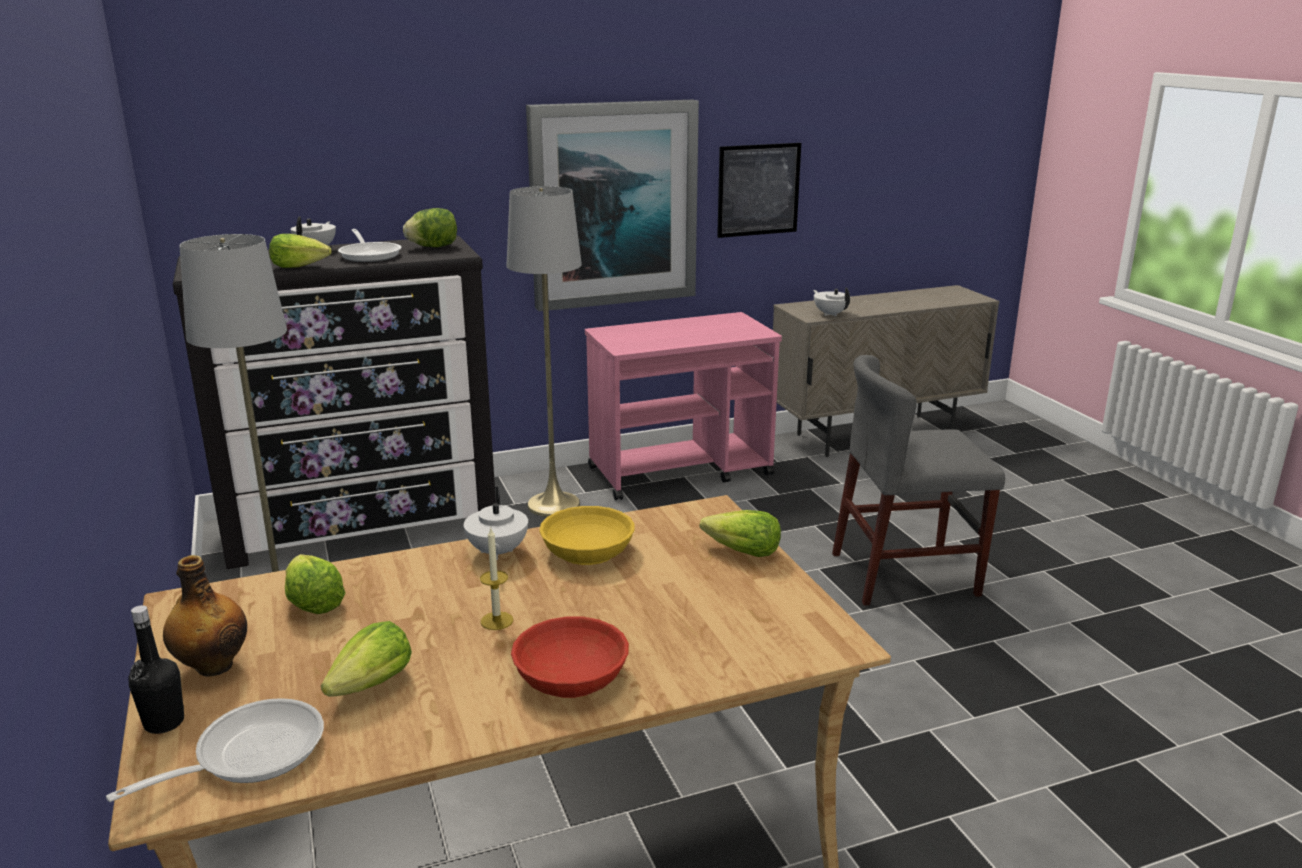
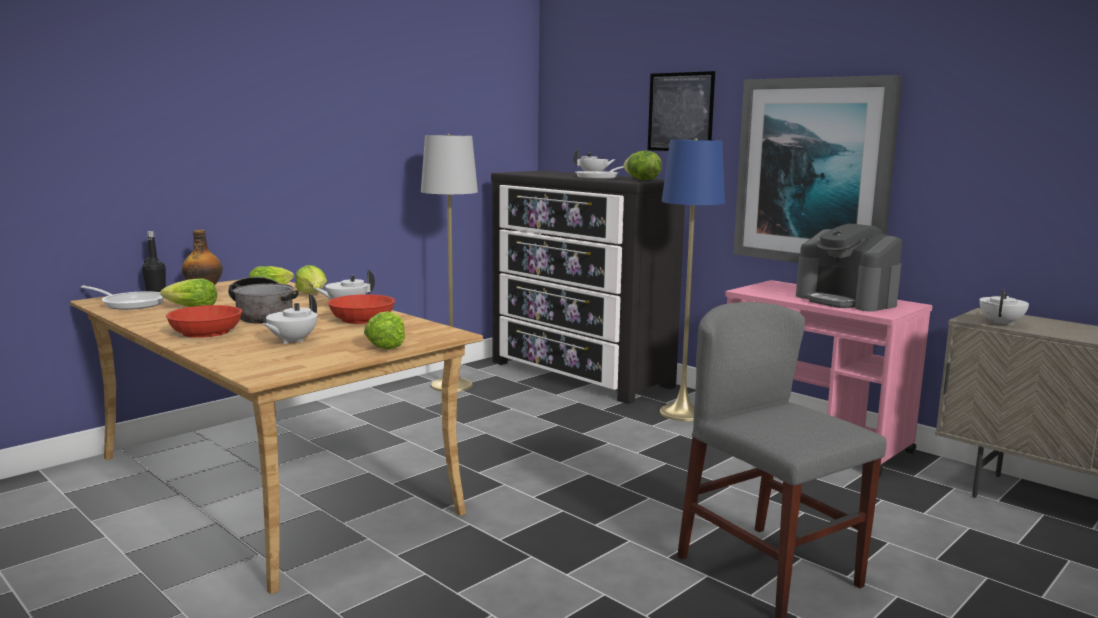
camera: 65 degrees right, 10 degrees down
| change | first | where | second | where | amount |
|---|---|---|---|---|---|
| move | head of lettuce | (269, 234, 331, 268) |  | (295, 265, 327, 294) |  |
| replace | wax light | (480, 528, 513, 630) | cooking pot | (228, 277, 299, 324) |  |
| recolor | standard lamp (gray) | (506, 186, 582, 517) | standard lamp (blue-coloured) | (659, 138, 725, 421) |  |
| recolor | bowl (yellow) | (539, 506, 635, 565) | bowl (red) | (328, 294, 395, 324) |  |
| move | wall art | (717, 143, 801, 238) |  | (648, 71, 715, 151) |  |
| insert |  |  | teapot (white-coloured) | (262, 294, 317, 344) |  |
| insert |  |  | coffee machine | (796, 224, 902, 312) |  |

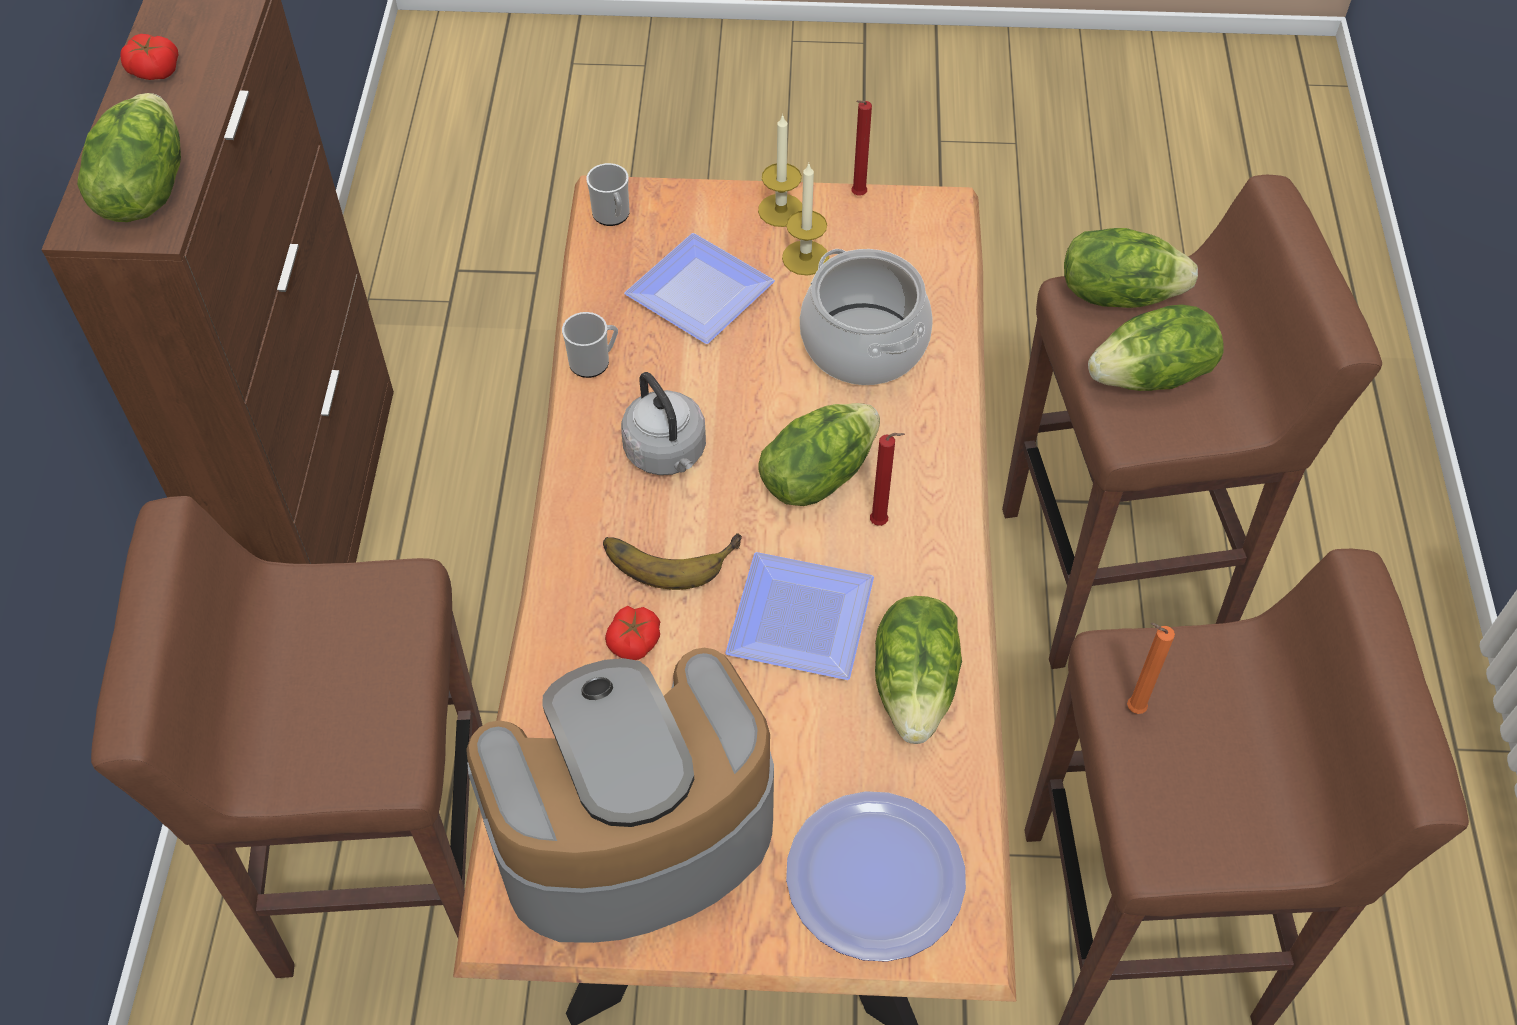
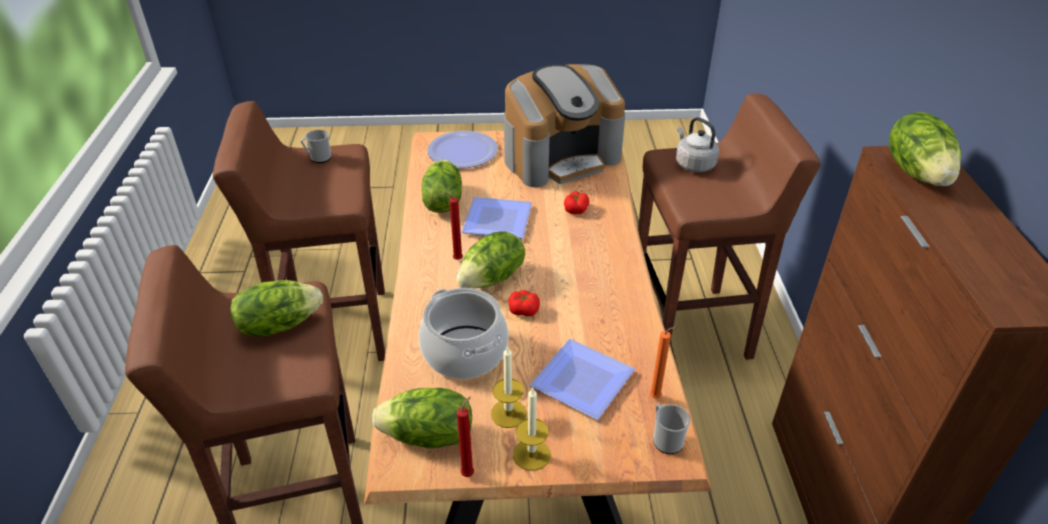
camera: 175 degrees right, 15 degrees down
| change | first | where | second | where | amount |
|---|---|---|---|---|---|
| move | fresh tomato | (120, 34, 179, 80) |  | (508, 290, 540, 316) |  |
| move | tea mug | (562, 312, 618, 378) |  | (301, 130, 331, 163) |  |
| delete | banana | (603, 533, 742, 590) |  |  |  |
| move | kettle (gray) | (621, 372, 706, 475) |  | (676, 117, 719, 172) |  |
| move | head of lettuce | (1064, 228, 1198, 308) |  | (372, 388, 472, 449) |  |
| move | wax light (orange) | (1127, 623, 1175, 714) |  | (649, 326, 678, 399) |  |

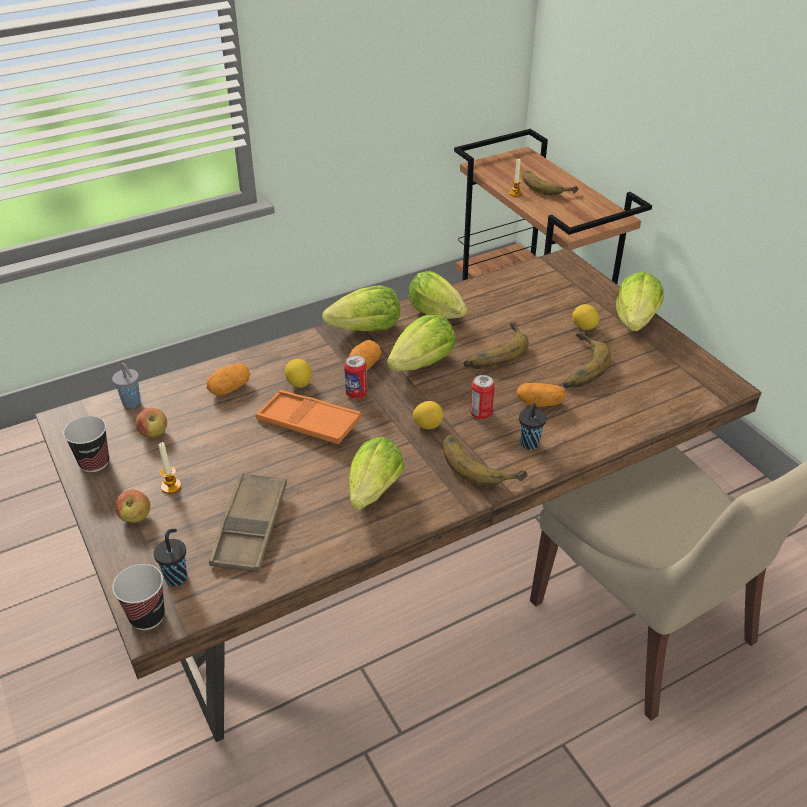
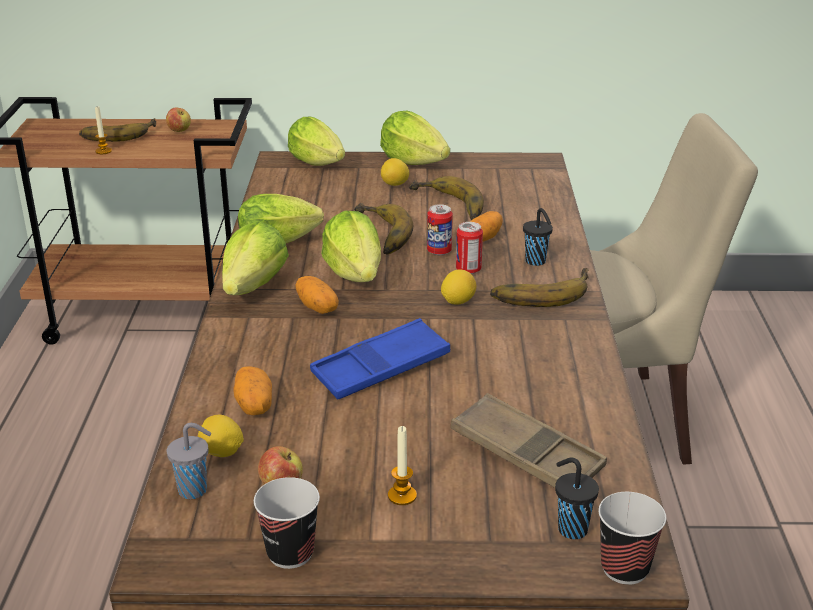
camera: 60 degrees left, 10 degrees down
| change | first | where | second | where | amount |
|---|---|---|---|---|---|
| move | whole apple | (115, 490, 150, 523) |  | (166, 108, 191, 132) |  |
| recolor | carrying tray (orange) | (256, 390, 361, 444) | carrying tray (blue-coloured) | (310, 318, 450, 400) |  |
| move | lemon | (285, 359, 312, 388) |  | (198, 415, 244, 457) |  |
| move | sealed can | (344, 355, 367, 399) |  | (427, 204, 453, 255) |  |
| move | head of lettuce | (349, 437, 405, 510) |  | (288, 117, 345, 166) |  |

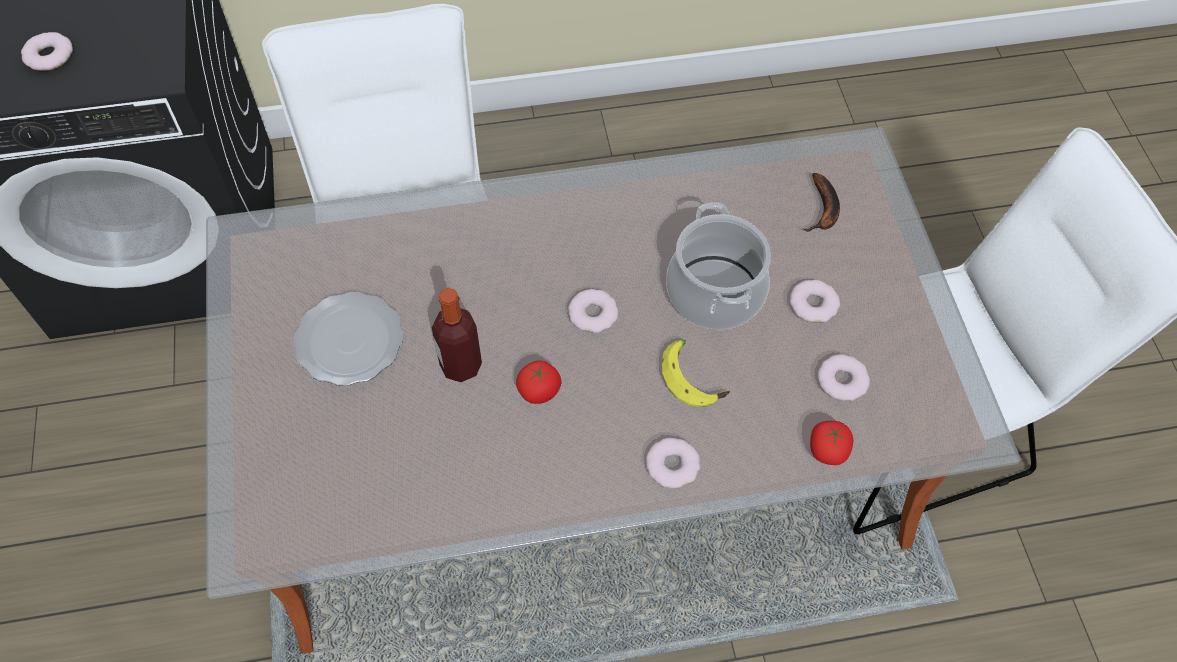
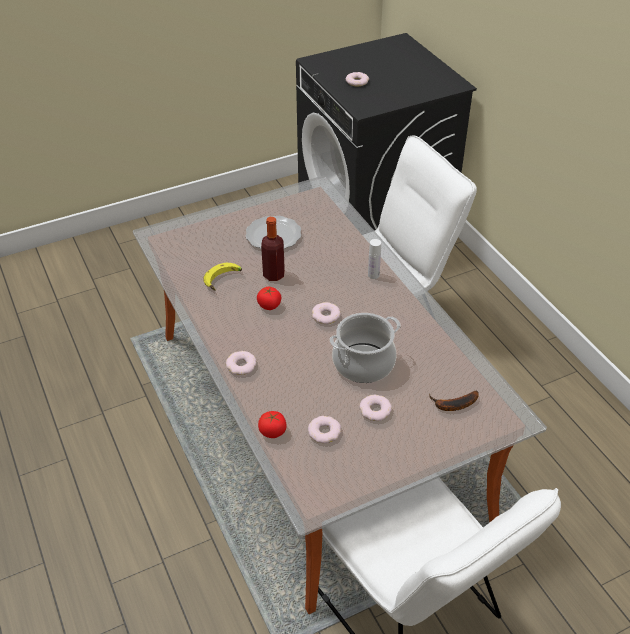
camera: 75 degrees right, 15 degrees down
| change | first | where | second | where | amount |
|---|---|---|---|---|---|
| move | banana | (662, 340, 730, 407) |  | (204, 263, 242, 291) |  |
| insert |  |  | bottle (white-coloured) | (368, 239, 381, 279) |  |

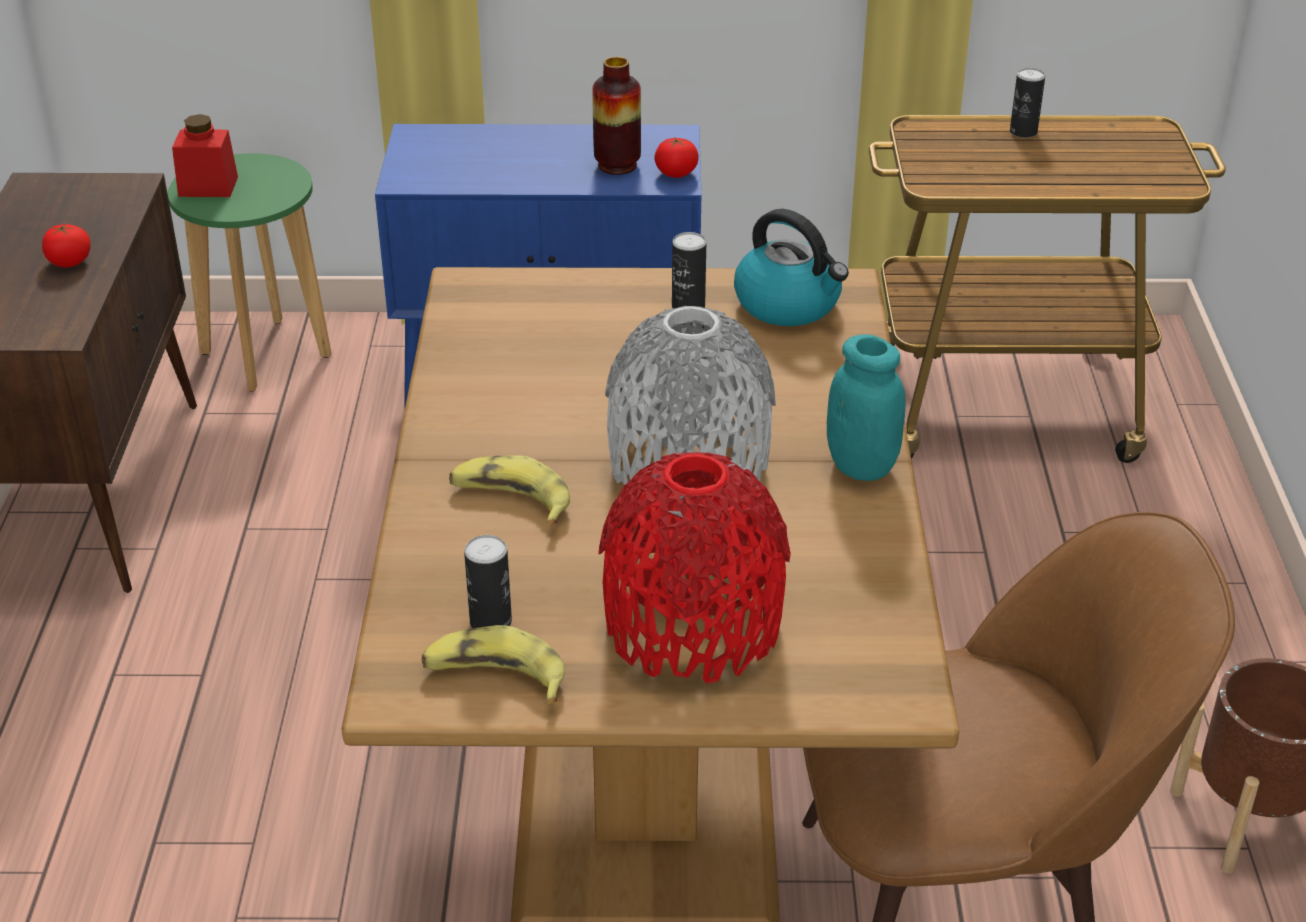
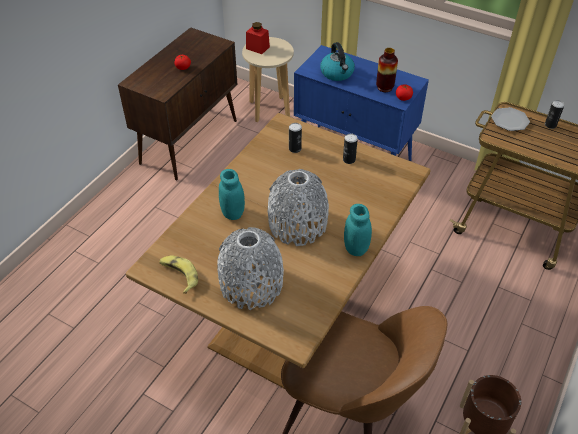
camera: 30 degrees right, 10 degrees up
| change | first | where | second | where | amount |
|---|---|---|---|---|---|
| recolor | stool seat (greenish) | (168, 153, 332, 391) | stool seat (beige) | (242, 37, 294, 122) |  |
| replace | banana | (449, 455, 570, 525) | jar (blue-green) | (219, 169, 245, 220) |  |
| move | sealed can | (464, 535, 512, 628) |  | (289, 123, 302, 153) |  |
| recolor | decorative vase (red) | (598, 452, 791, 684) | decorative vase (gray) | (217, 227, 284, 310) |  |
| move | kettle | (734, 209, 849, 326) |  | (320, 42, 355, 81) |  |
| insert |  |  | plate | (491, 107, 530, 131) |  |

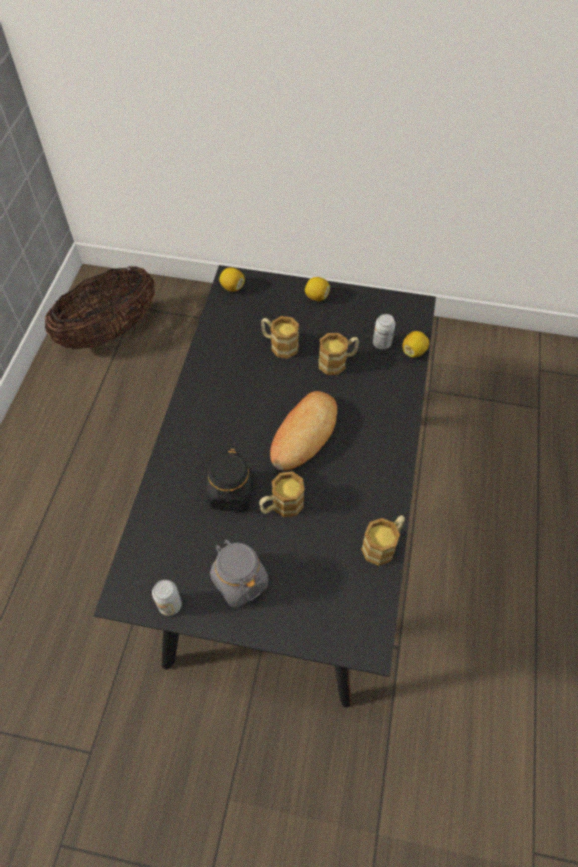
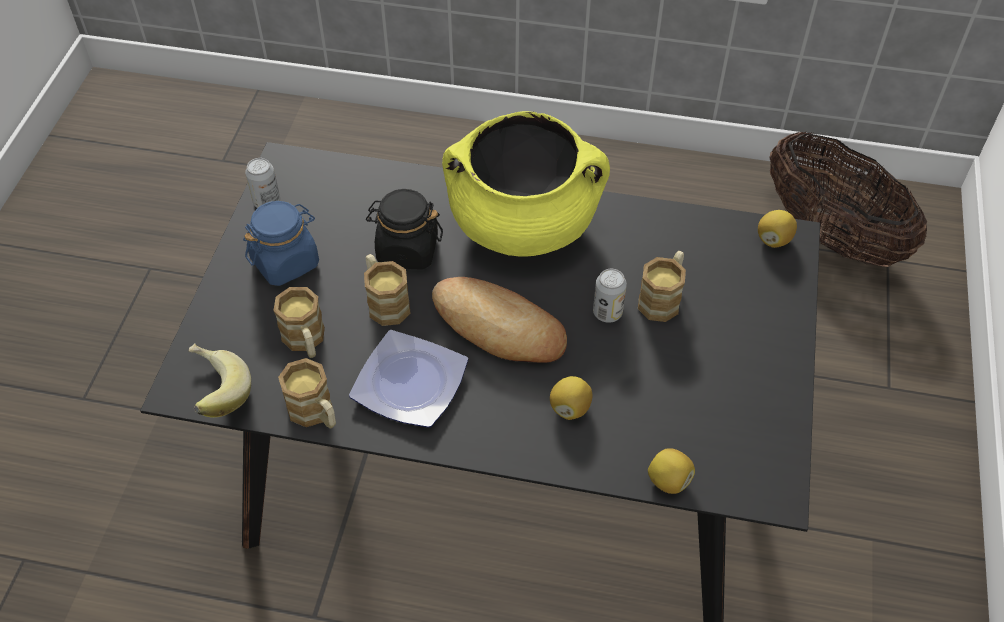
camera: 90 degrees right, 5 degrees down
| change | first | where | second | where | amount |
|---|---|---|---|---|---|
| recolor | jar (gray) | (210, 540, 268, 608) | jar (blue-coloured) | (243, 201, 319, 286) |  |
| move | lemon | (305, 277, 330, 301) |  | (550, 376, 593, 420) |  |
| move | tea mug | (319, 333, 359, 375) |  | (274, 287, 325, 358) |  |
| move | sealed can | (373, 314, 395, 349) |  | (593, 269, 627, 323) |  |
| insert |  |  | banana | (189, 343, 251, 418) |  |
| insert |  |  | plate | (349, 330, 468, 428) |  |
| insert |  |  | cooking pot (yellow) | (442, 111, 610, 257) |  |

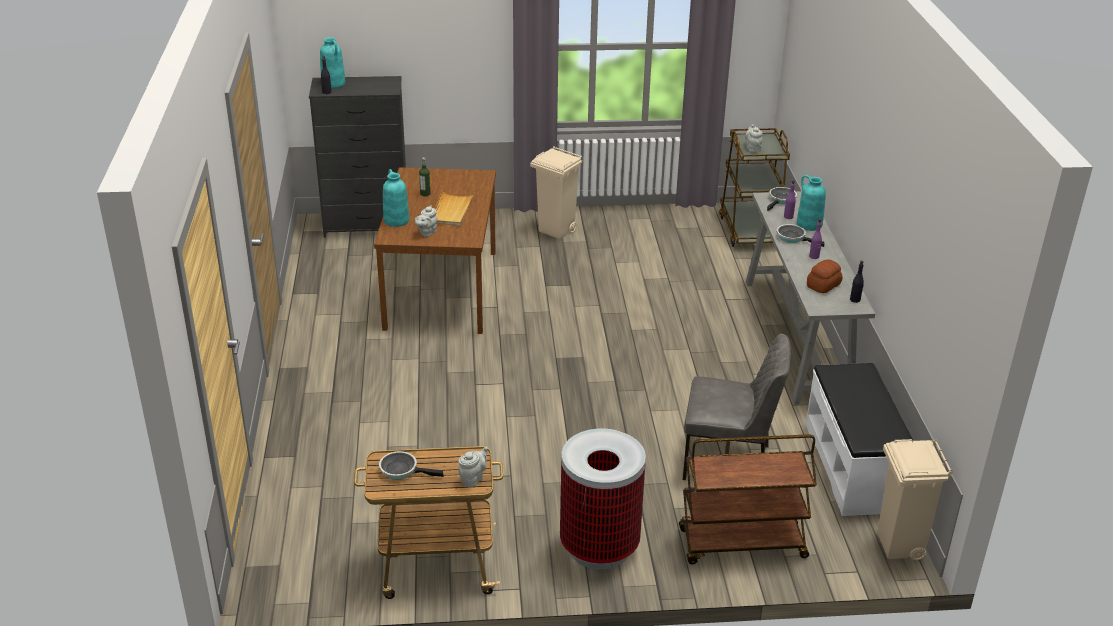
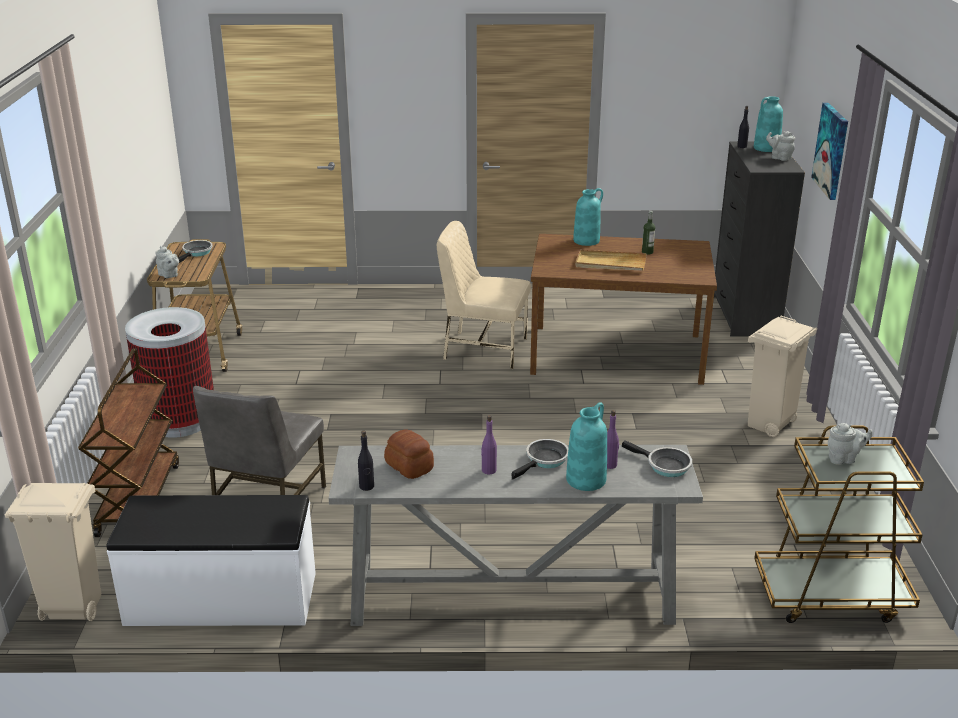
camera: 95 degrees right, 5 degrees down
| change | first | where | second | where | amount |
|---|---|---|---|---|---|
| move | teapot (gray) | (415, 205, 437, 237) |  | (766, 131, 795, 161) |  |
| insert |  |  | chair (beige) | (437, 221, 531, 369) |  |
| insert |  |  | wall art | (811, 103, 848, 200) |  |

